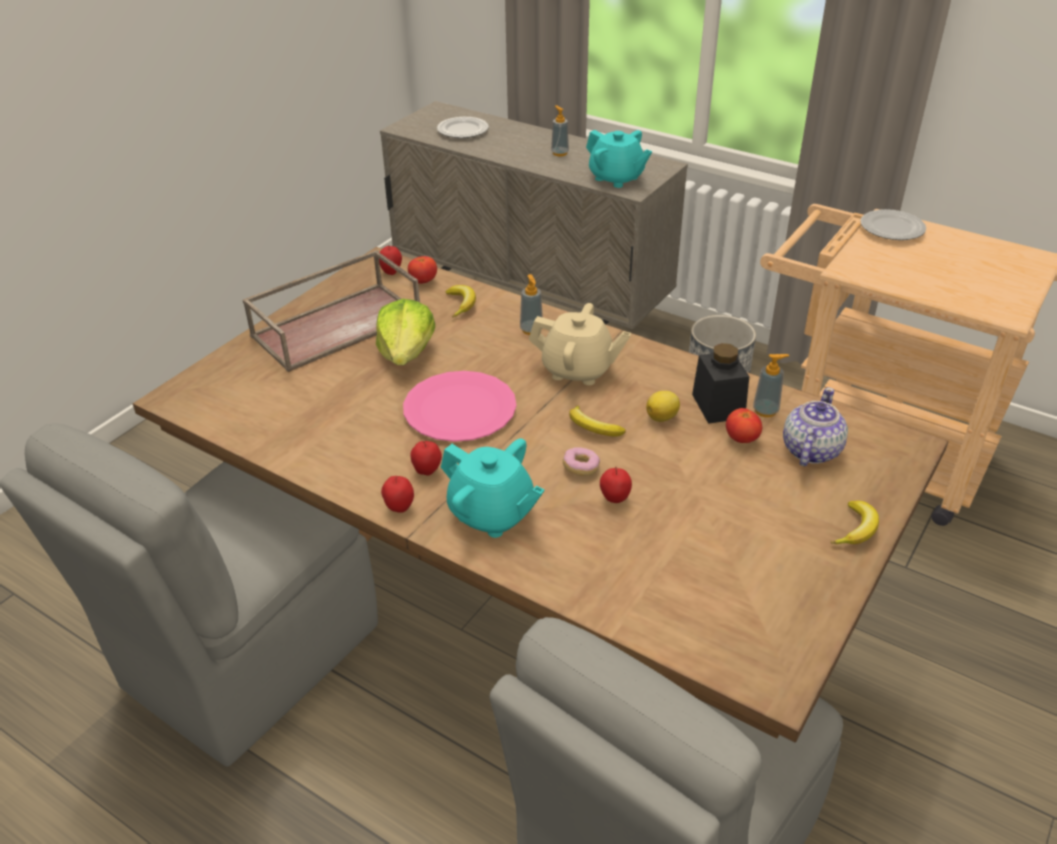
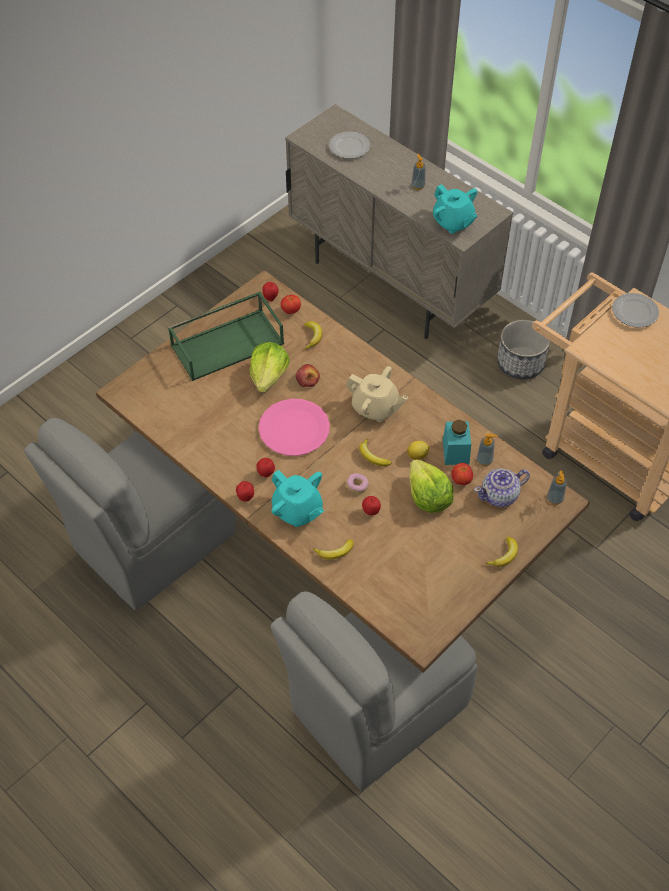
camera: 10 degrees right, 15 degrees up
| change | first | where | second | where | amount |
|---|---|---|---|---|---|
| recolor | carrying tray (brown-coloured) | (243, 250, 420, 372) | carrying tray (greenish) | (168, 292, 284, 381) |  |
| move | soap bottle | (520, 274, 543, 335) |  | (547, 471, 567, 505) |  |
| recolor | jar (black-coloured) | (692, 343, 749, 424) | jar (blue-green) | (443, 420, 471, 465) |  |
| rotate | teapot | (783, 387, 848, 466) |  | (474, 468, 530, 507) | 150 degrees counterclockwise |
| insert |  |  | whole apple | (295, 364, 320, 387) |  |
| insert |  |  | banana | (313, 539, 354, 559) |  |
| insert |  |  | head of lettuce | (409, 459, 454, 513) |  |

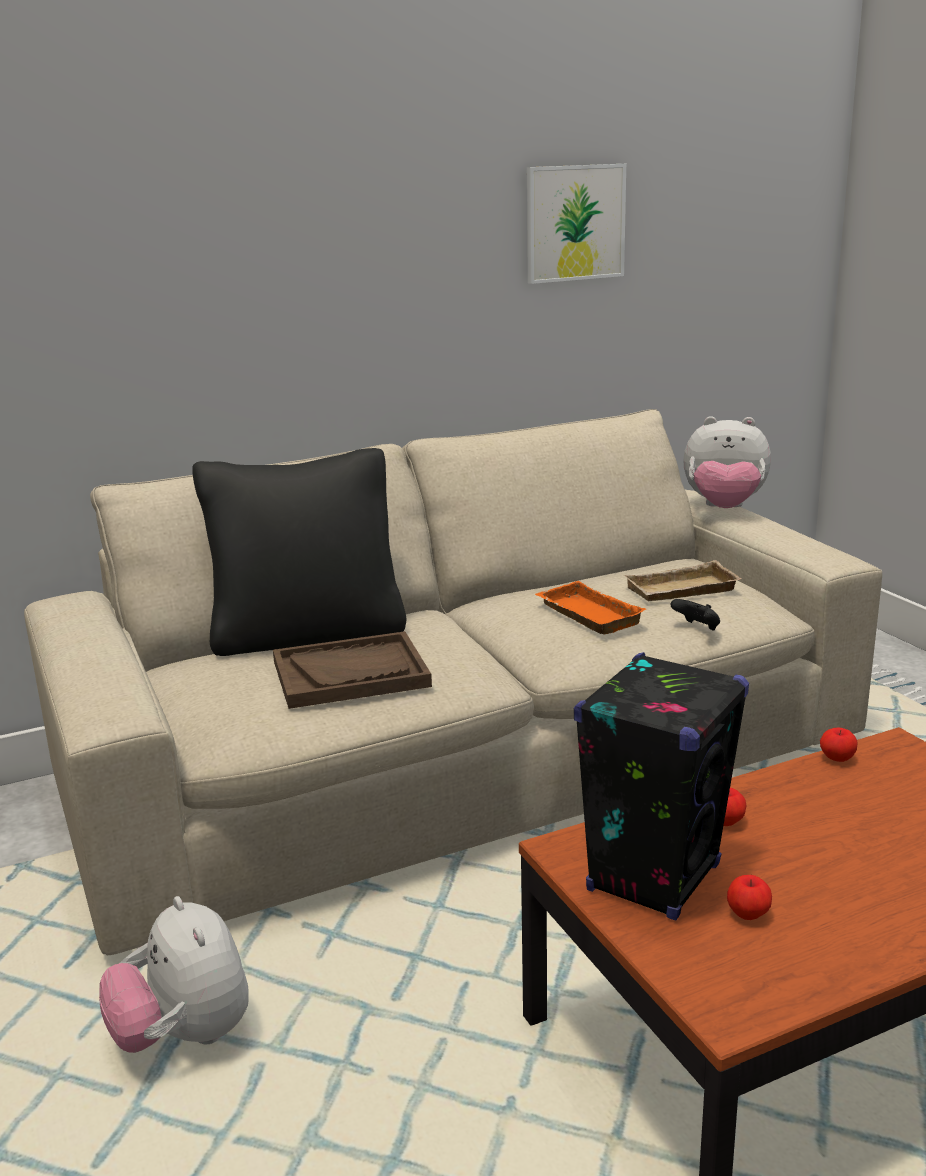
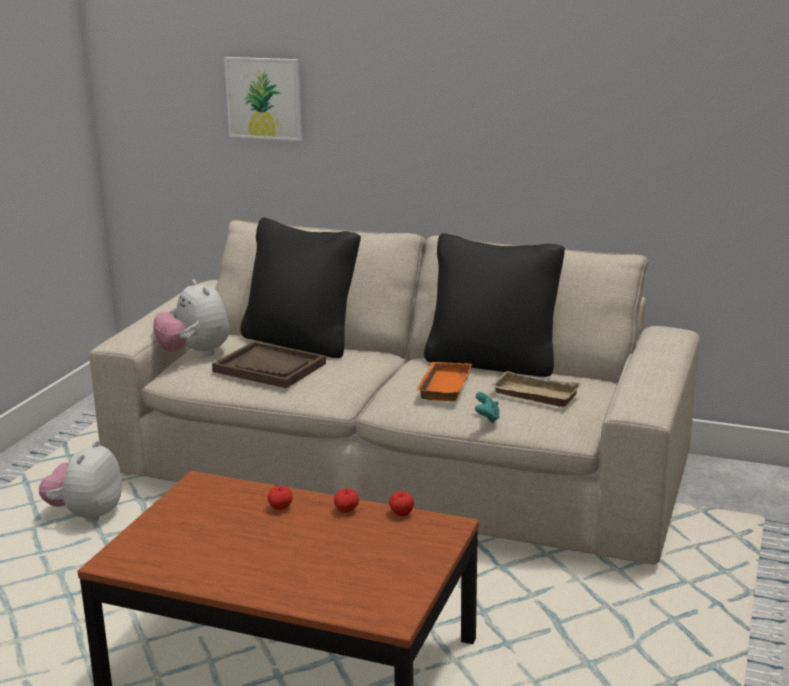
camera: 45 degrees right, 0 degrees up
| change | first | where | second | where | amount |
|---|---|---|---|---|---|
| move | wall art | (527, 164, 626, 284) |  | (224, 57, 302, 141) |  |
| delete | audio speaker (black-coloured) | (574, 652, 749, 921) |  |  |  |
| recolor | joypad (black-coloured) | (670, 599, 720, 630) | joypad (blue-green) | (475, 392, 499, 423) |  |
| move | soft toy | (683, 416, 771, 508) |  | (153, 279, 229, 356) |  |
| move | whole apple | (727, 875, 772, 920) |  | (334, 488, 359, 513) |  |
| insert |  |  | cushion (black-coloured) | (424, 233, 565, 377) |  |

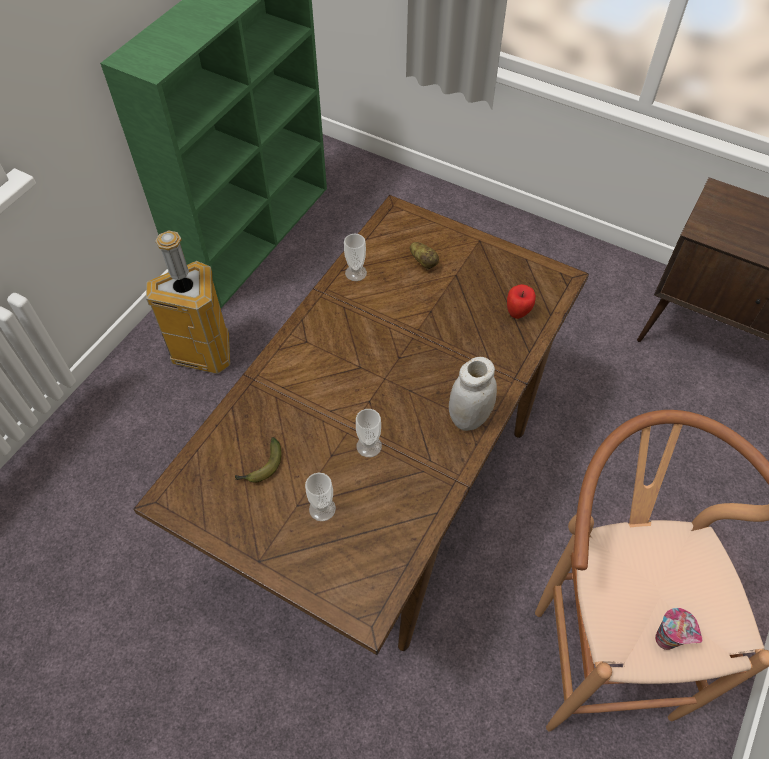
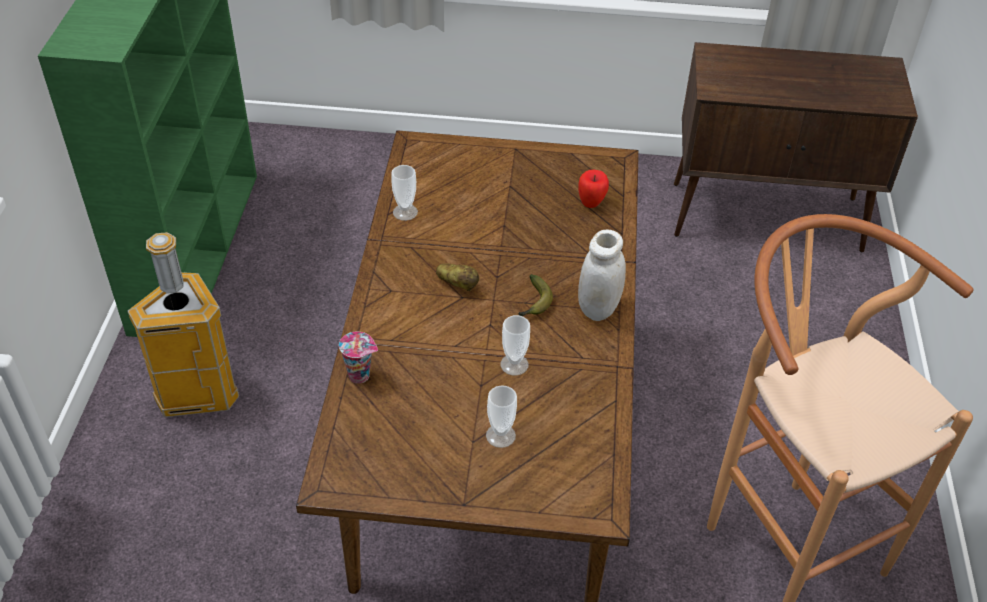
camera: 25 degrees left, 10 degrees down
| change | first | where | second | where | amount |
|---|---|---|---|---|---|
| move | banana | (235, 437, 281, 483) |  | (519, 274, 553, 316) |  |
| move | potato | (410, 242, 439, 270) |  | (436, 263, 479, 291) |  |
| move | drinking cup | (655, 608, 702, 650) |  | (339, 331, 378, 384) |  |

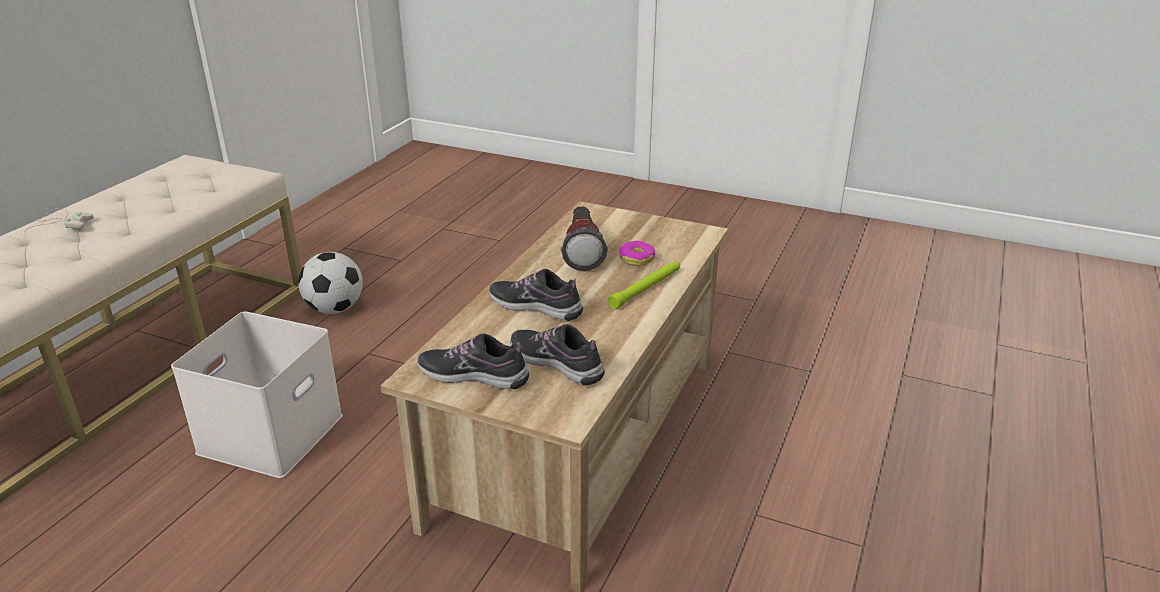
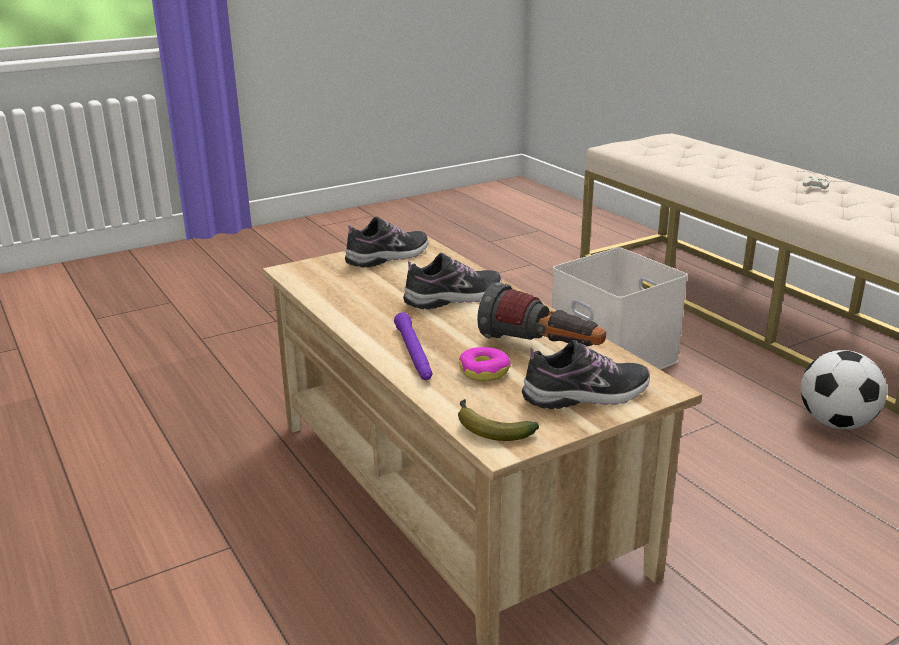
camera: 125 degrees right, 5 degrees down
| change | first | where | second | where | amount |
|---|---|---|---|---|---|
| move | item of footwear | (510, 324, 605, 386) |  | (522, 340, 650, 409) |  |
| recolor | hand torch (greenish) | (608, 261, 680, 309) | hand torch (purple) | (394, 312, 432, 380) |  |
| insert |  |  | banana | (458, 399, 539, 441) |  |

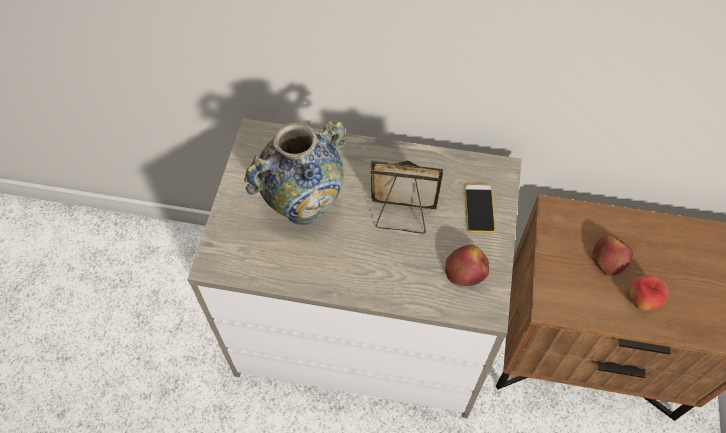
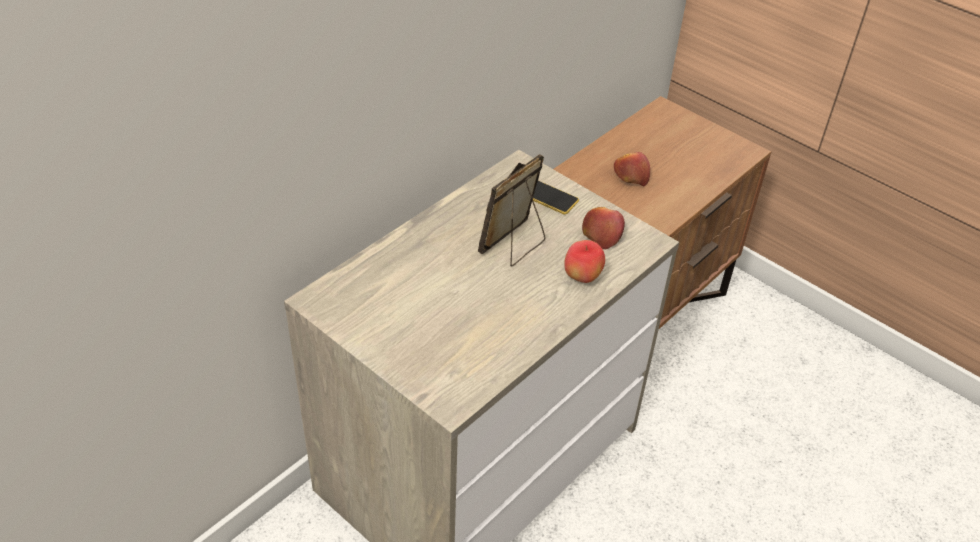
camera: 60 degrees left, 15 degrees down
| change | first | where | second | where | amount |
|---|---|---|---|---|---|
| delete | decorative vase | (244, 120, 347, 225) |  |  |  |
| move | whole apple | (629, 275, 668, 311) |  | (564, 240, 605, 283) |  |

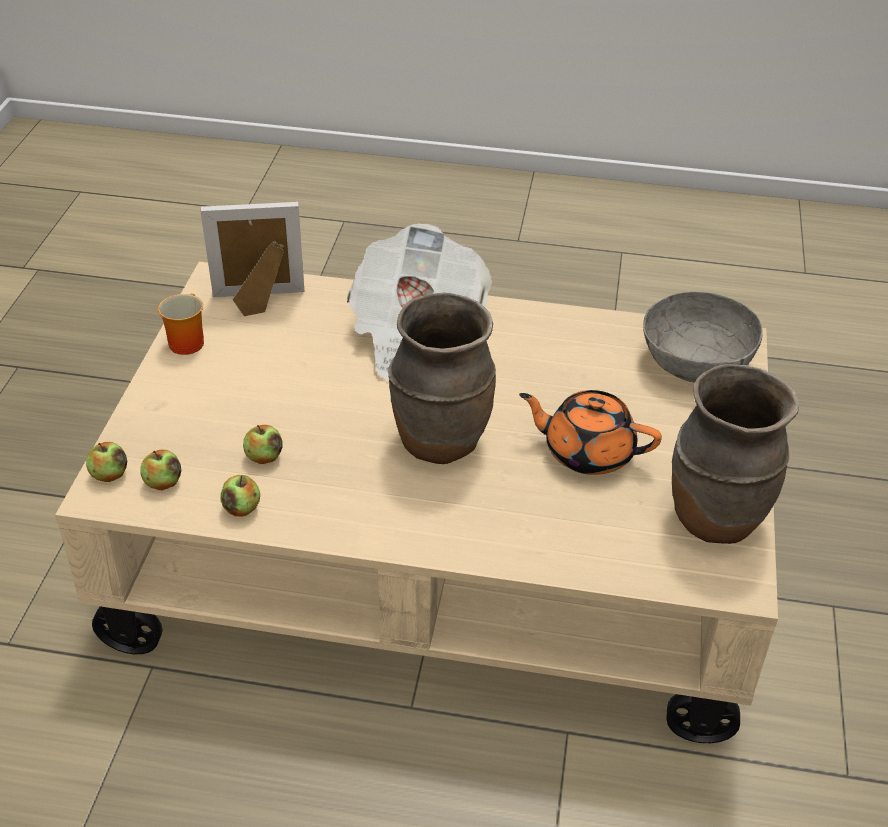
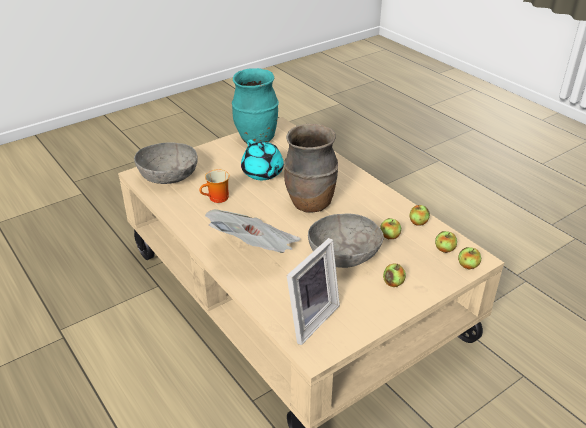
camera: 135 degrees left, 5 degrees down
| change | first | where | second | where | amount |
|---|---|---|---|---|---|
| move | tea mug | (158, 294, 204, 355) |  | (199, 170, 230, 203) |  |
| rotate | picture frame | (200, 202, 305, 316) |  | (287, 238, 340, 345) | 90 degrees counterclockwise |
| recolor | teapot (orange) | (519, 390, 662, 475) | teapot (blue-green) | (241, 140, 284, 180) |  |
| recolor | decorative vase (brown-coloured) | (672, 364, 799, 544) | decorative vase (blue-green) | (232, 68, 279, 143) |  |
| insert |  |  | bowl (gray) | (308, 213, 384, 268) |  |
| insert |  |  | whole apple | (383, 263, 406, 287) |  |

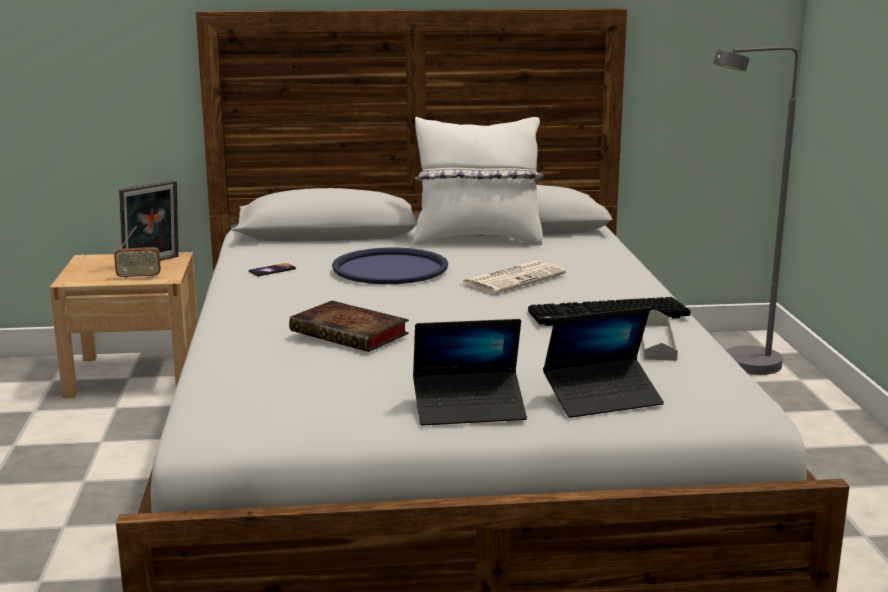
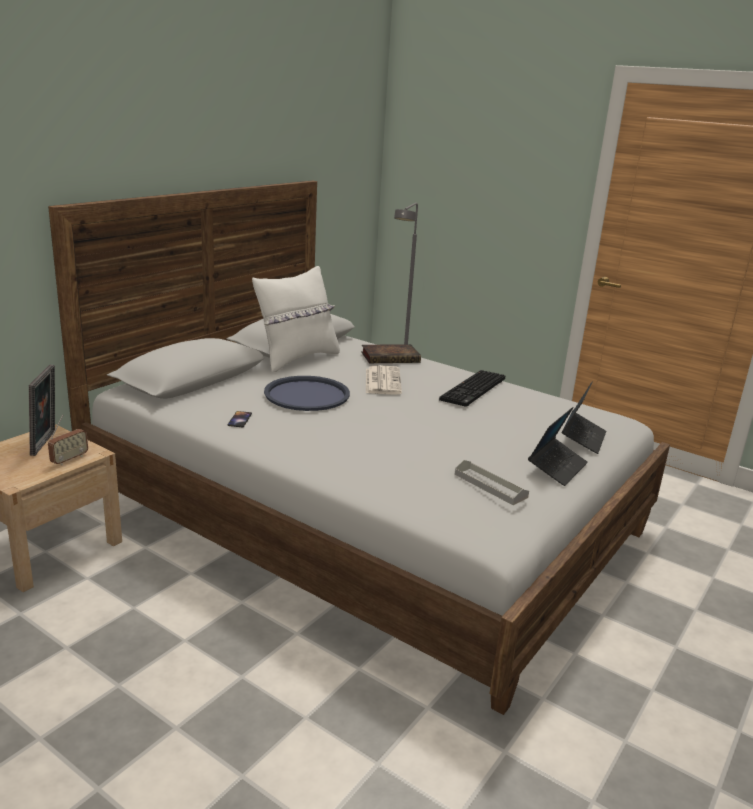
camera: 50 degrees left, 5 degrees up
| change | first | where | second | where | amount |
|---|---|---|---|---|---|
| move | book | (289, 300, 409, 352) |  | (361, 344, 421, 363) |  |
| move | carrying tray (gray) | (641, 310, 678, 361) |  | (455, 460, 529, 505) |  |

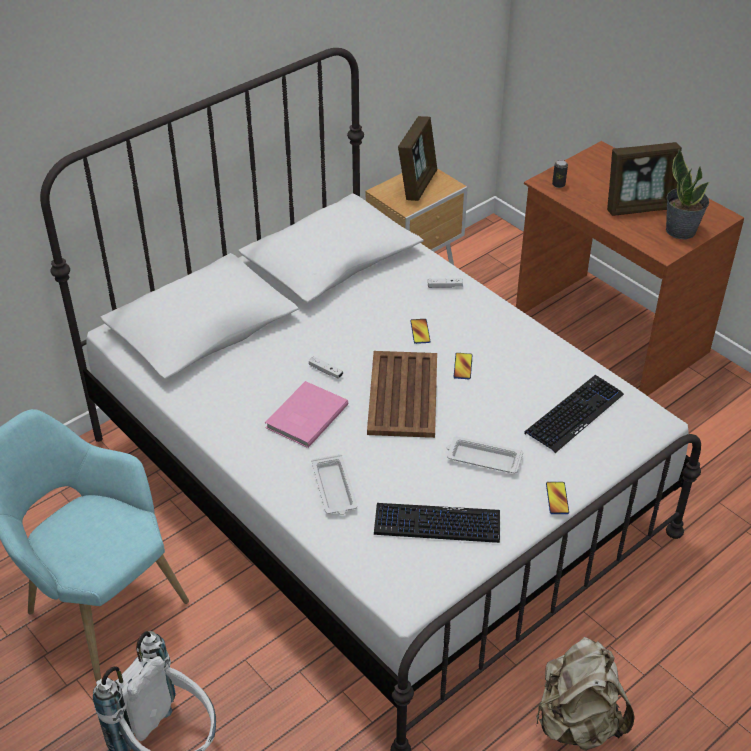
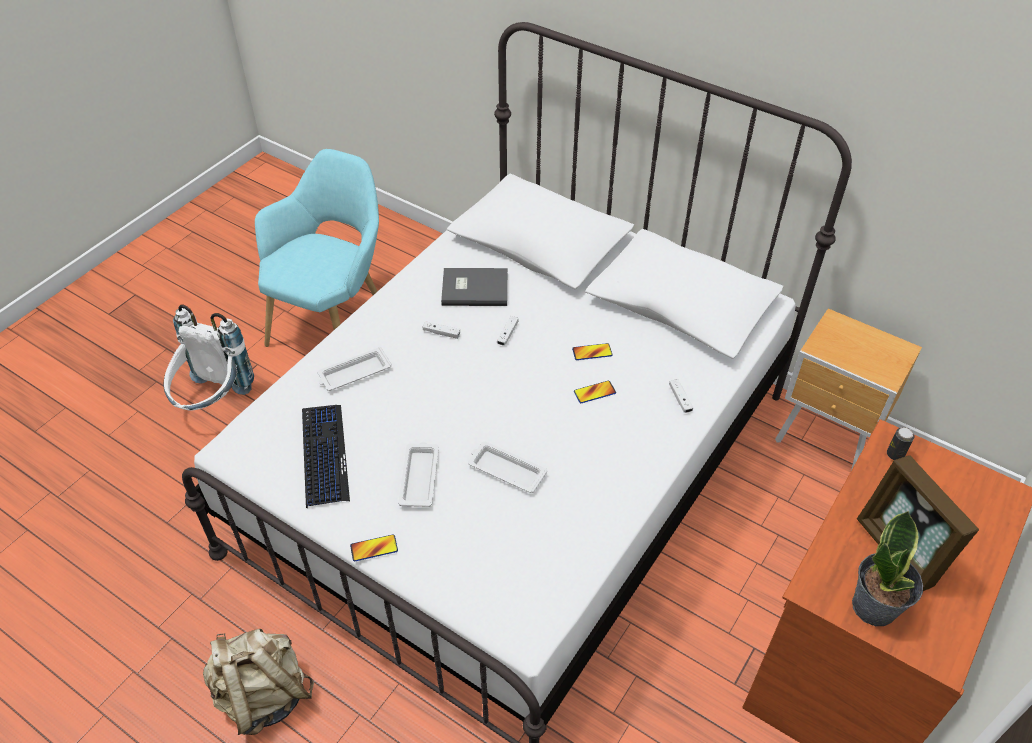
camera: 75 degrees right, 5 degrees up
| change | first | where | second | where | amount |
|---|---|---|---|---|---|
| replace | book (pink) | (265, 381, 348, 448) | joypad (white-coloured) | (423, 321, 460, 339) |  |
| delete | carrying tray (brown-coloured) | (367, 351, 437, 438) |  |  |  |
| delete | picture frame | (398, 116, 437, 201) |  |  |  |
| move | phone | (454, 353, 472, 379) |  | (572, 343, 613, 360) |  |
| delete | PC keyboard | (524, 375, 624, 453) |  |  |  |
| insert |  |  | book (gray) | (441, 268, 508, 306) |  |
| insert |  |  | carrying tray (white-coloured) | (468, 441, 547, 493) |  |

